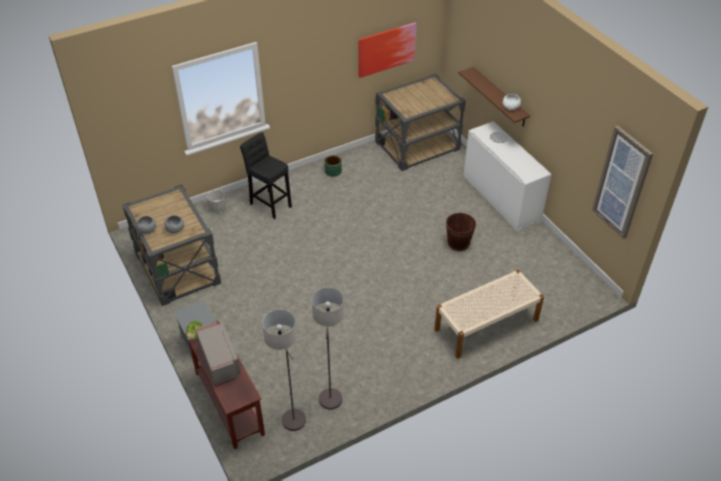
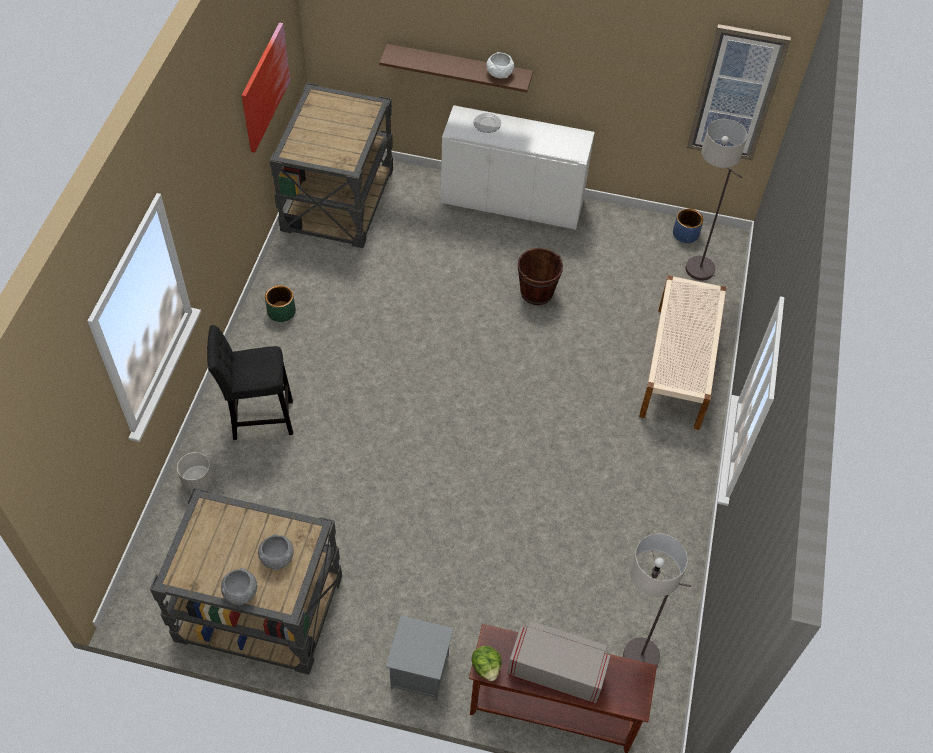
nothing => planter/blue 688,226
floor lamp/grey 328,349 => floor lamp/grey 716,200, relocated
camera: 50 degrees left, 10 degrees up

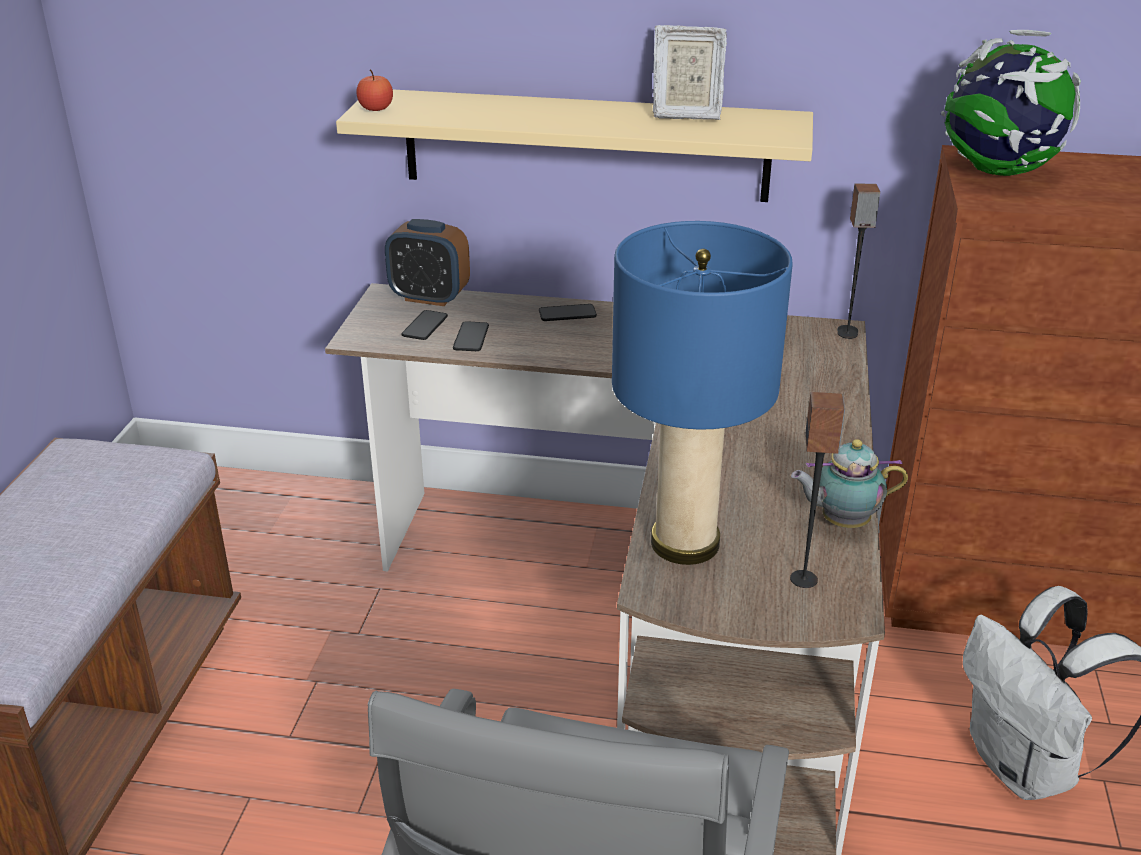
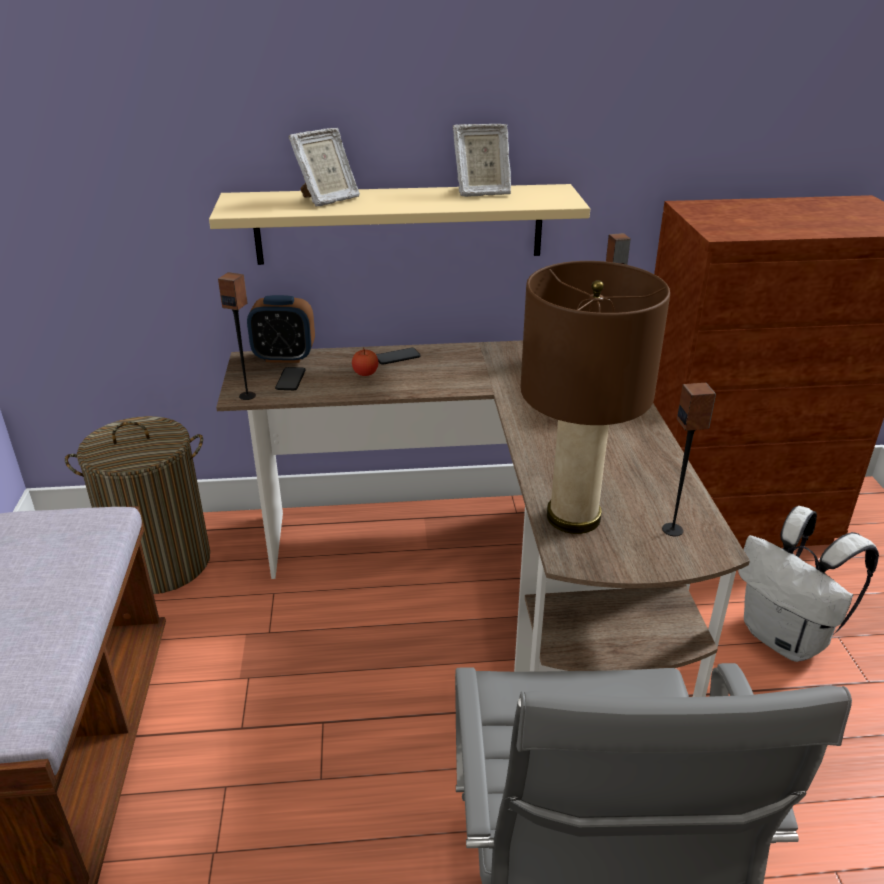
nothing => laundry basket 137,505
nothing => speaker 237,336
nothing => picture frame 324,167
apple 375,90 => apple 365,362, relocated
table lamp/blue 702,393 => table lamp/brown 595,397
phone 471,336 => nothing
teapot 849,483 => nothing
globe 1011,103 => nothing
camera: 15 degrees left, 0 degrees up

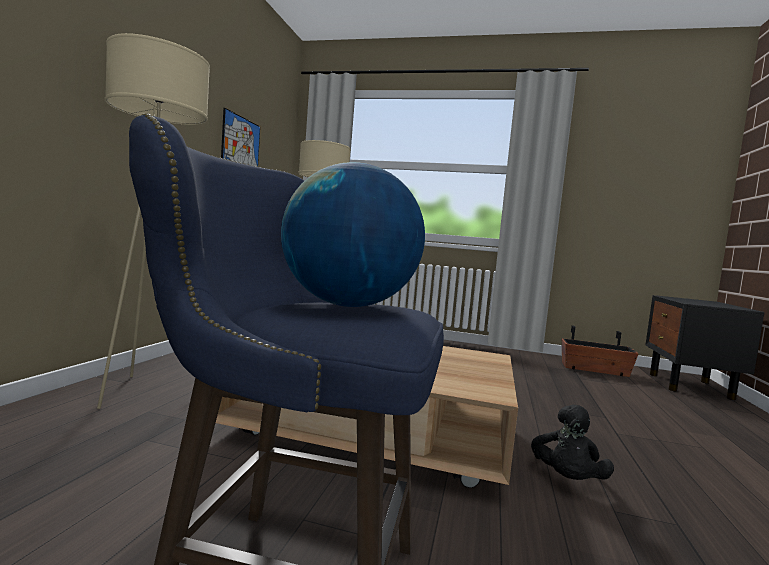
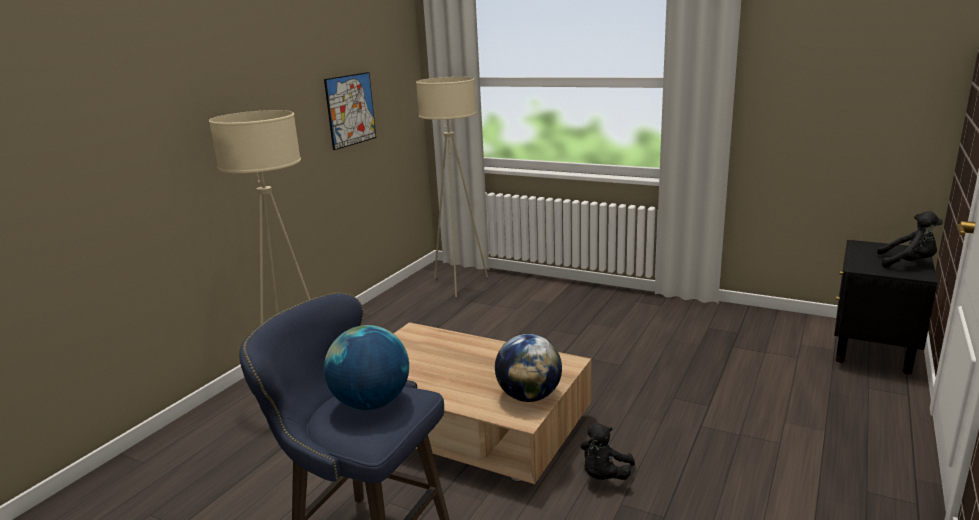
nothing => globe 528,368
nothing => plush toy/black 910,239
planter 600,351 => nothing
camera: 15 degrees right, 15 degrees up

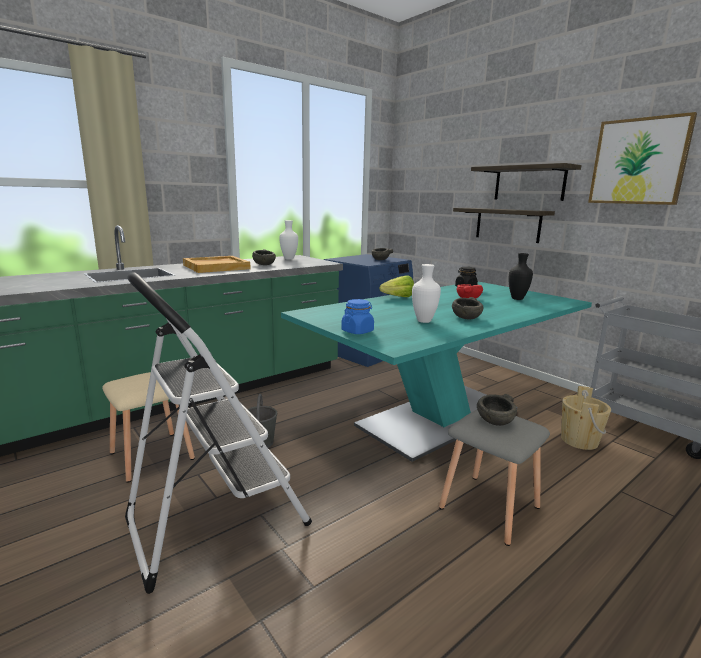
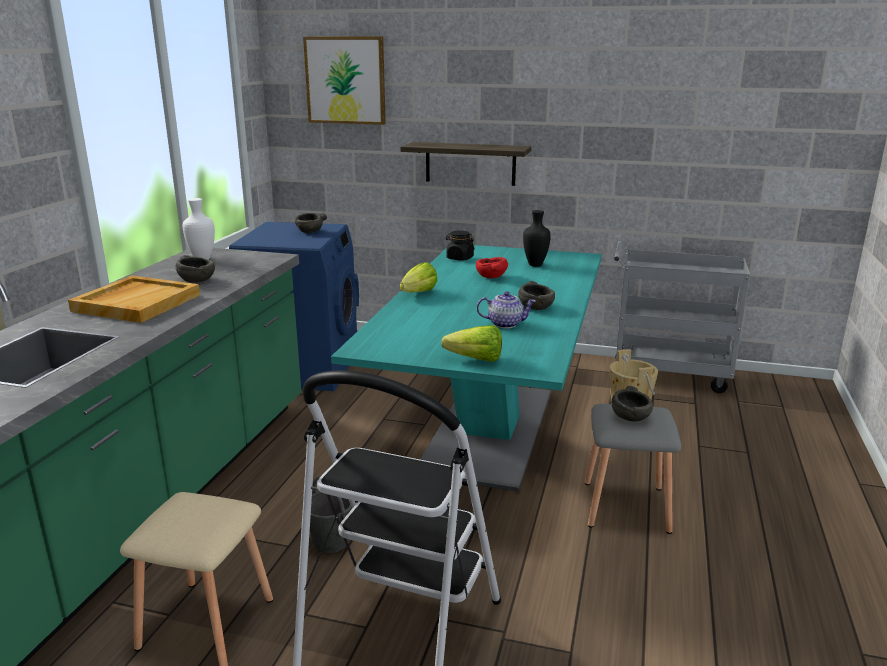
picture 642,158 => picture 344,80, relocated
jar/blue 357,316 => lettuce 471,343
vase/white 426,293 => teapot 506,309
shelf 526,182 => nothing
camera: 35 degrees left, 5 degrees up

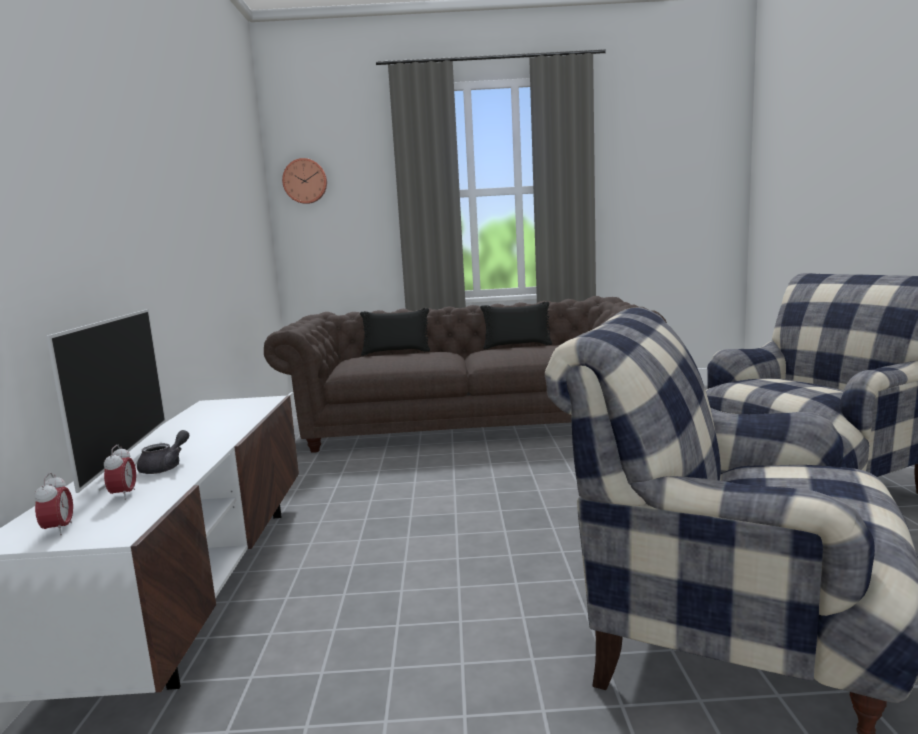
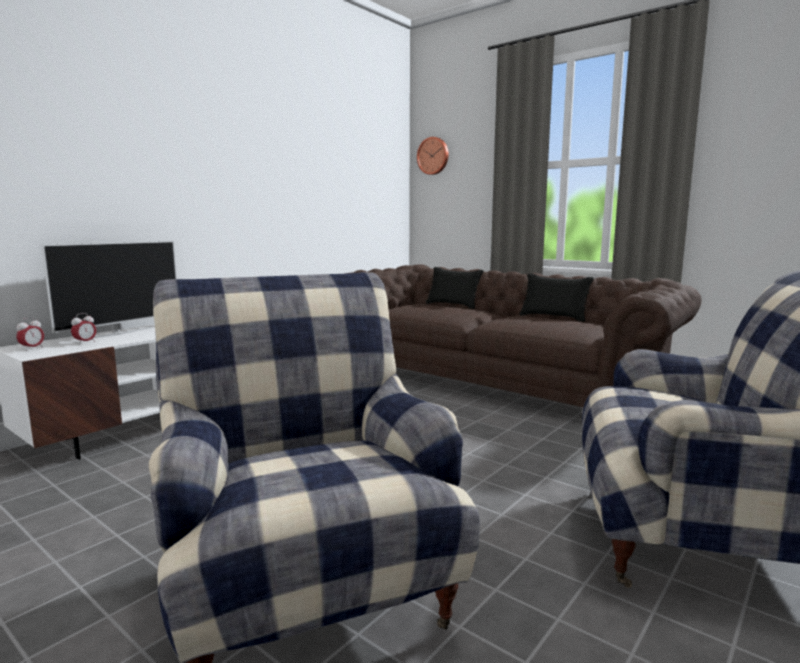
teapot/grey 163,452 => nothing
camera: 40 degrees right, 0 degrees up

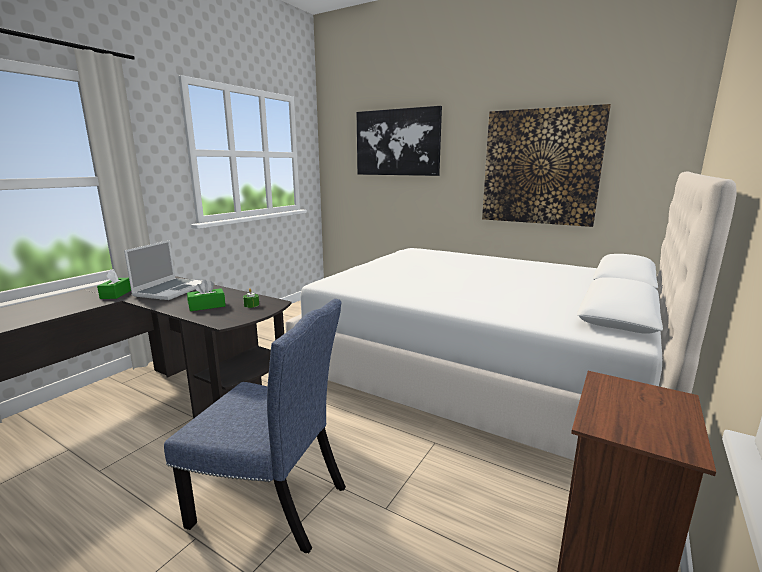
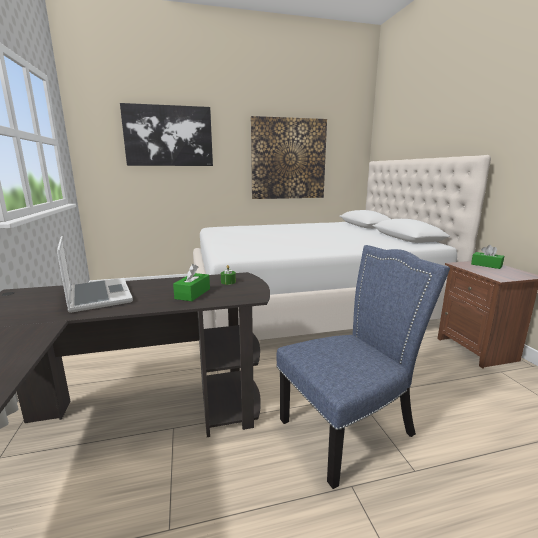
tissue box/green 114,284 => tissue box/green 487,257, relocated
camera: 45 degrees left, 0 degrees up

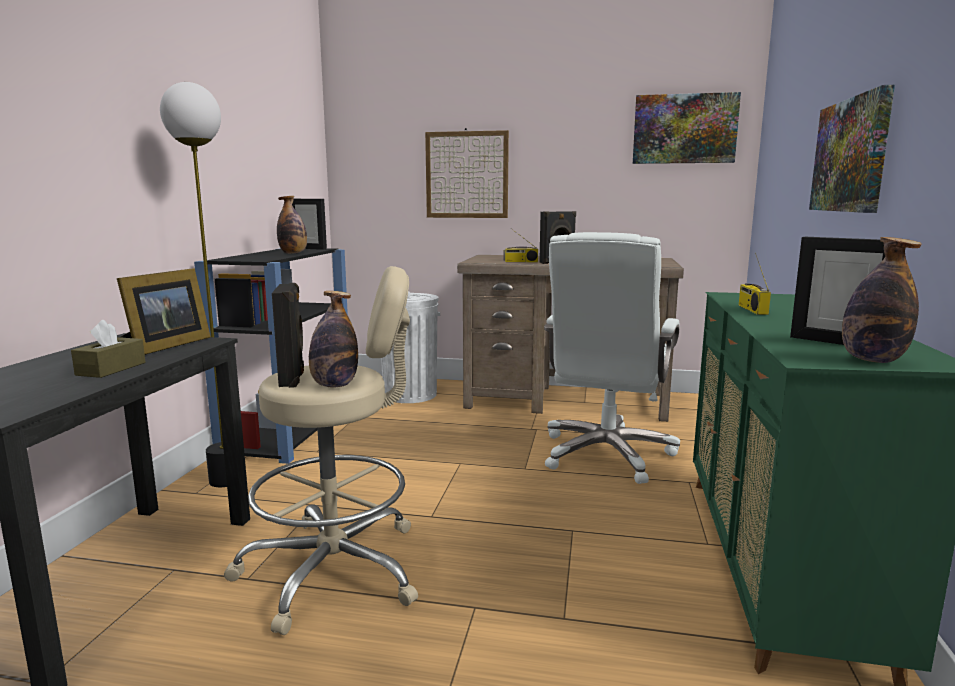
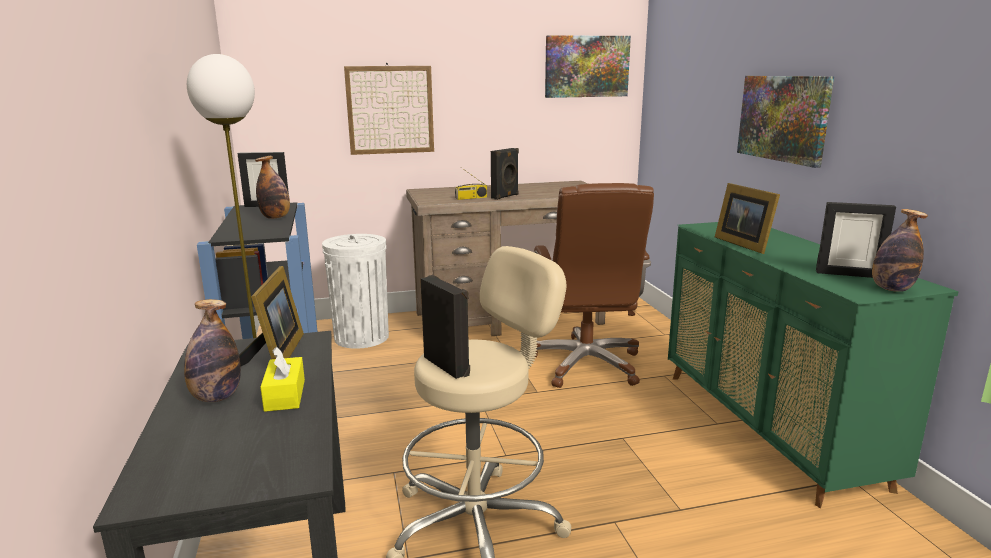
bottle 333,339 => bottle 212,350, relocated
tissue box/brown 108,349 => tissue box/yellow 282,379
office chair/white 612,358 => office chair/brown 594,285
radio 755,284 => picture frame 747,218
camera: 25 degrees left, 5 degrees up

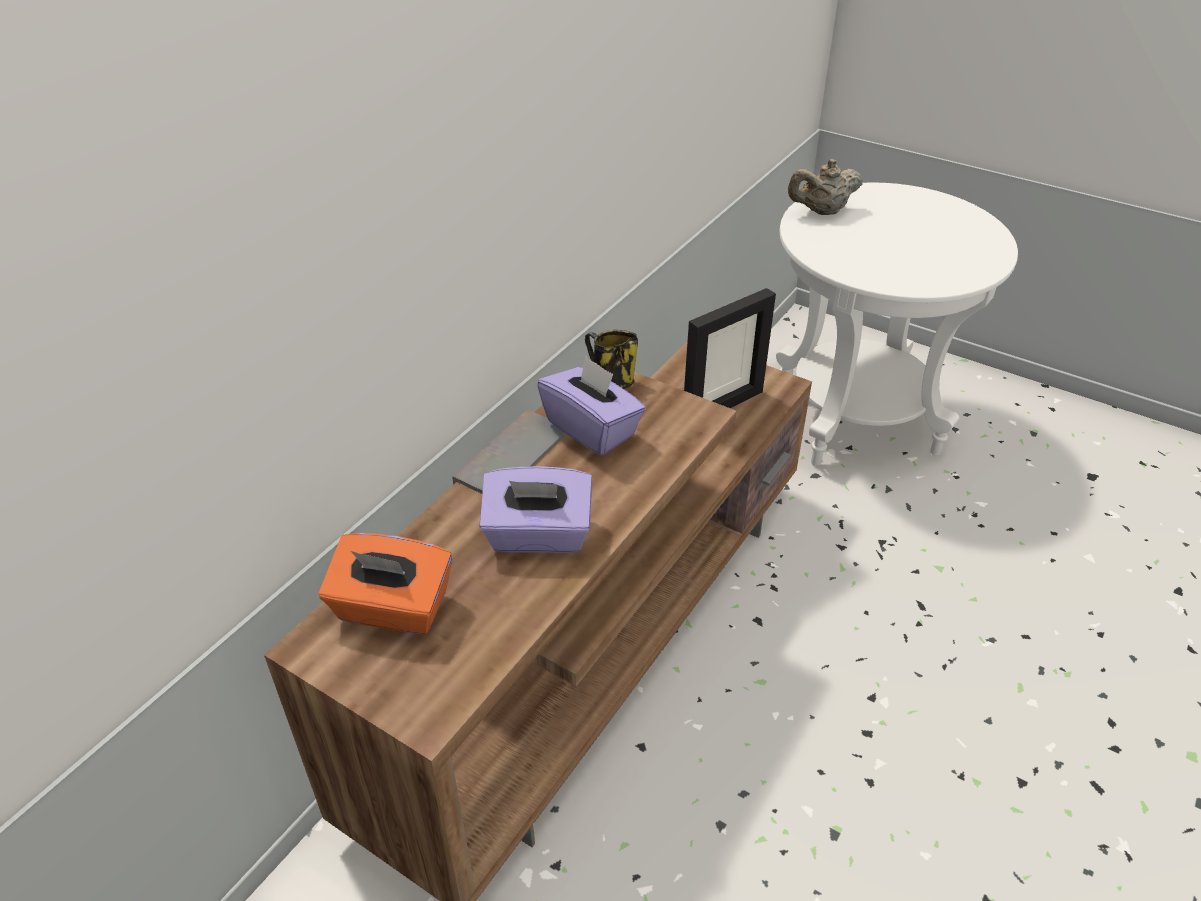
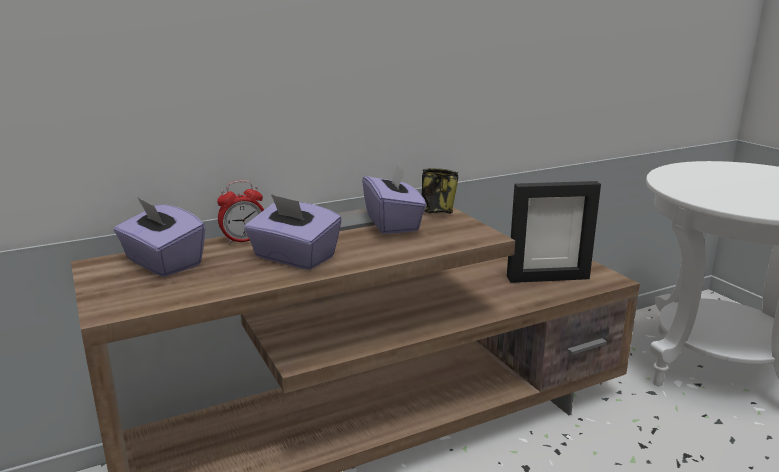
tissue box/orange 385,583 => tissue box/purple 159,237
nothing => alarm clock 240,212
teapot/beige 825,187 => nothing
camera: 30 degrees right, 20 degrees down

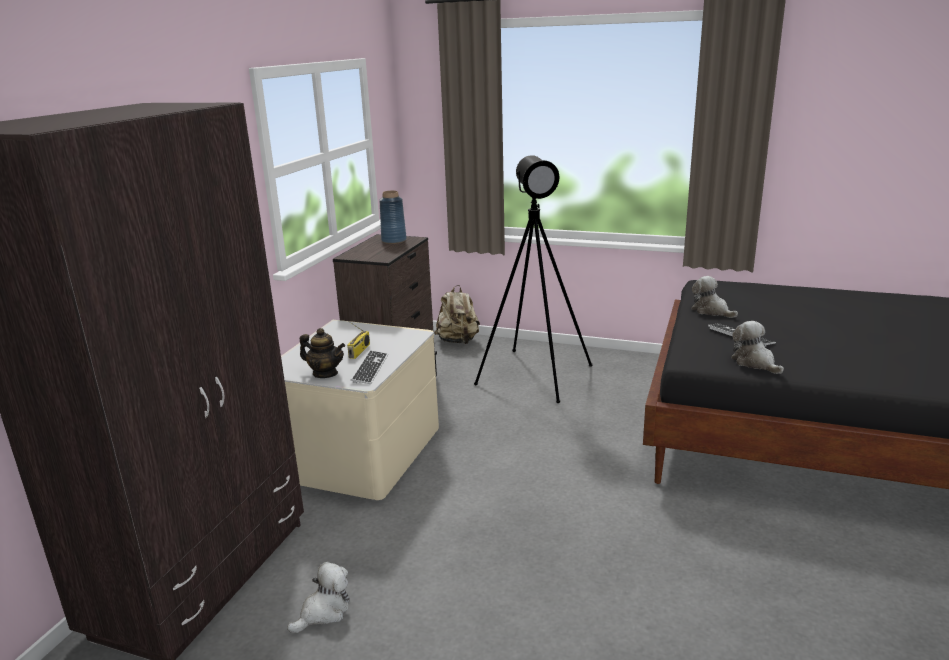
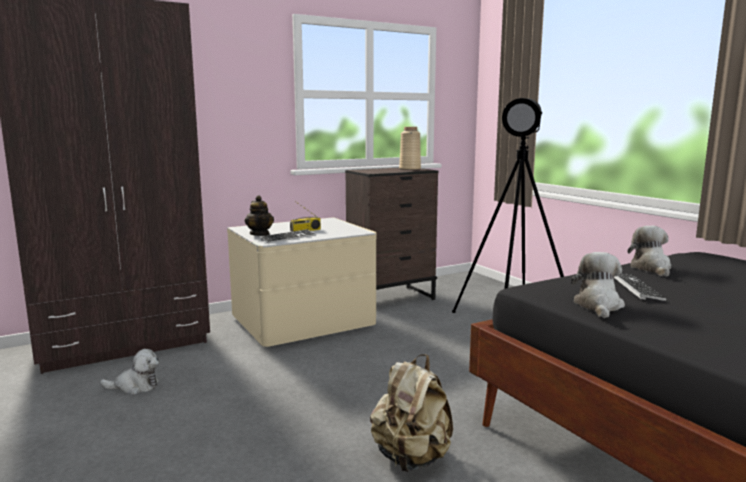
backpack/beige 457,314 => backpack/beige 411,413, relocated
vase/blue 393,217 => vase/beige 410,148
camera: 40 degrees right, 10 degrees down

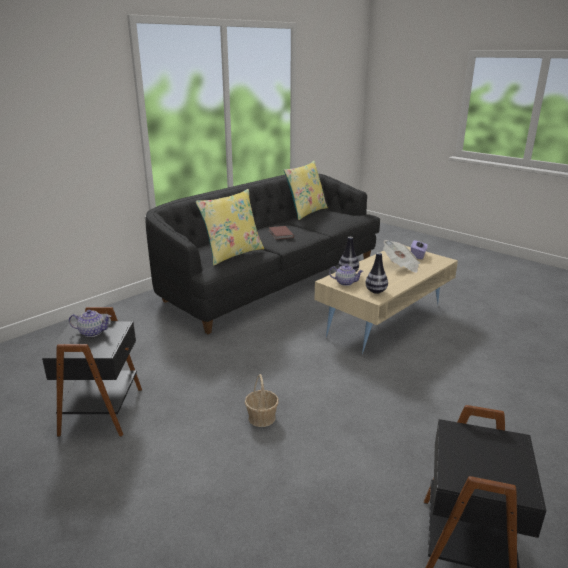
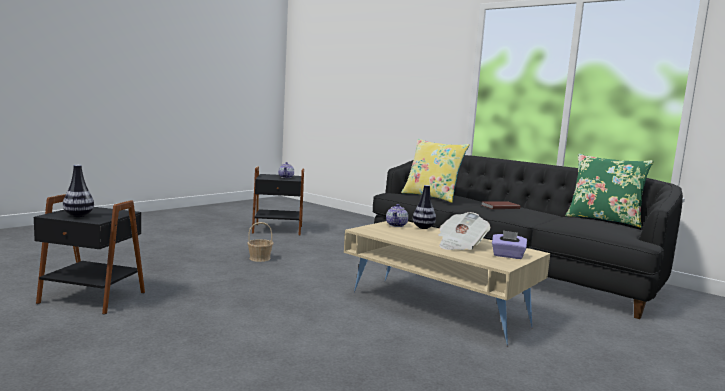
vase 376,273 => vase 78,191, relocated
pillow/yellow 306,190 => pillow/green 609,191
camera: 85 degrees right, 15 degrees down

